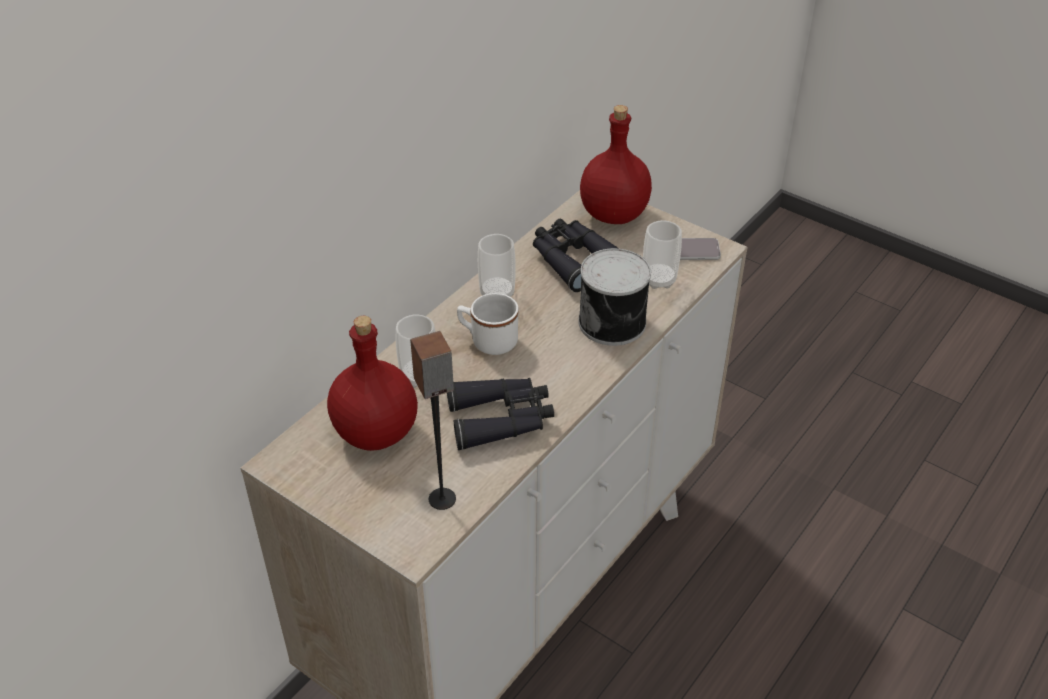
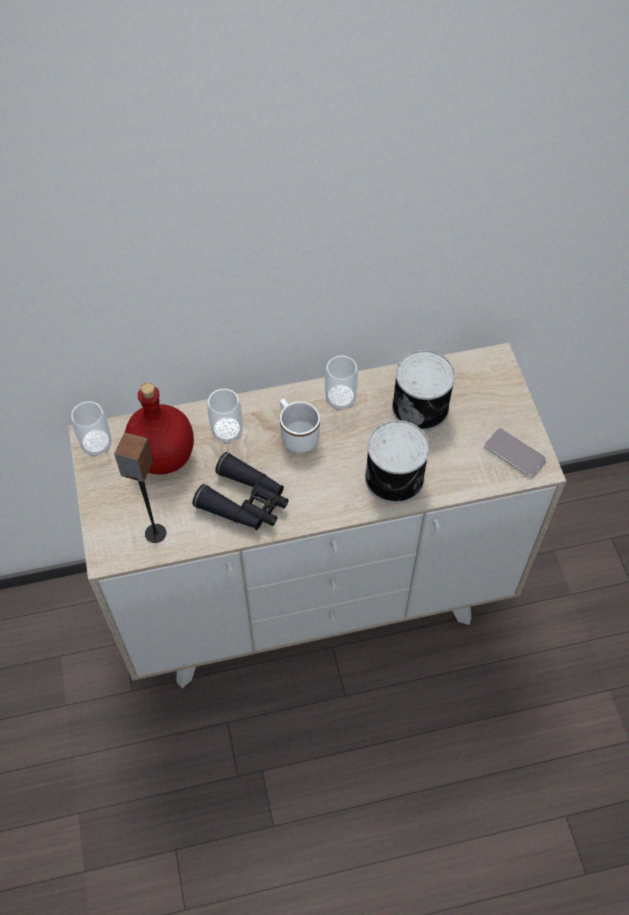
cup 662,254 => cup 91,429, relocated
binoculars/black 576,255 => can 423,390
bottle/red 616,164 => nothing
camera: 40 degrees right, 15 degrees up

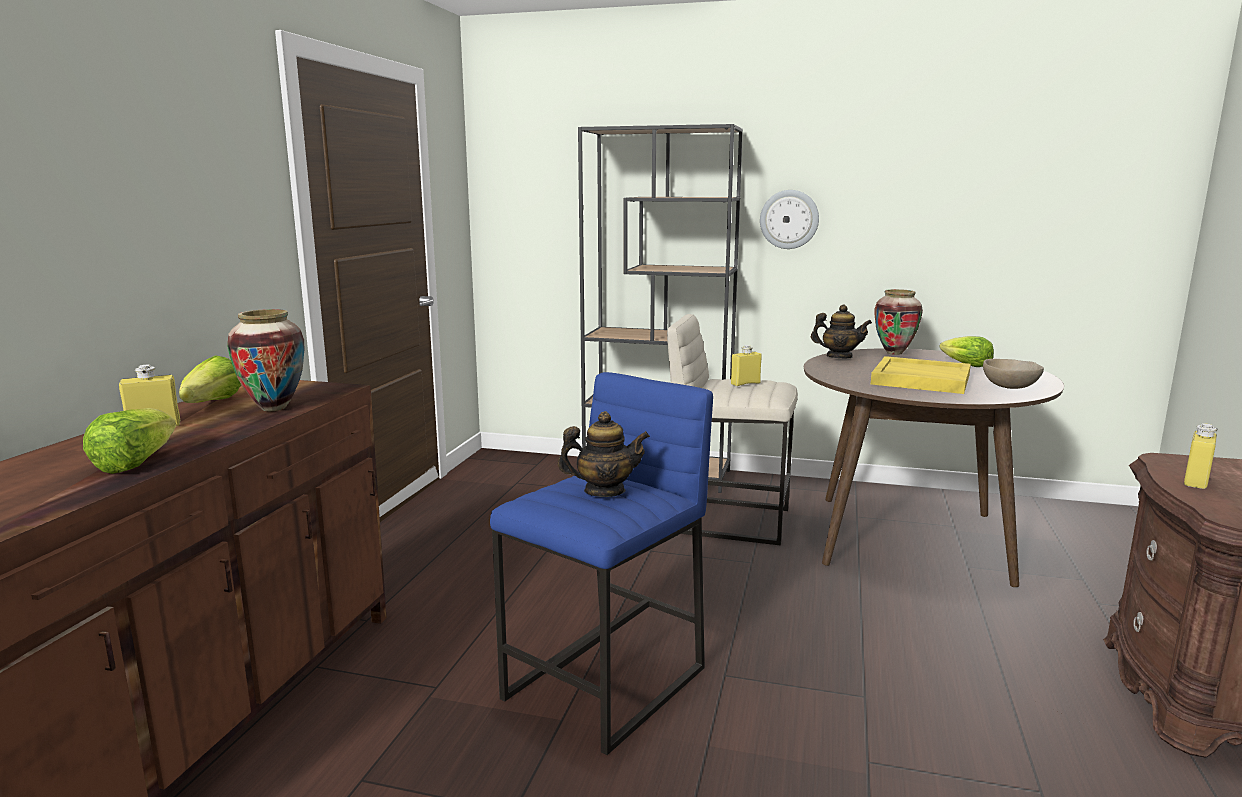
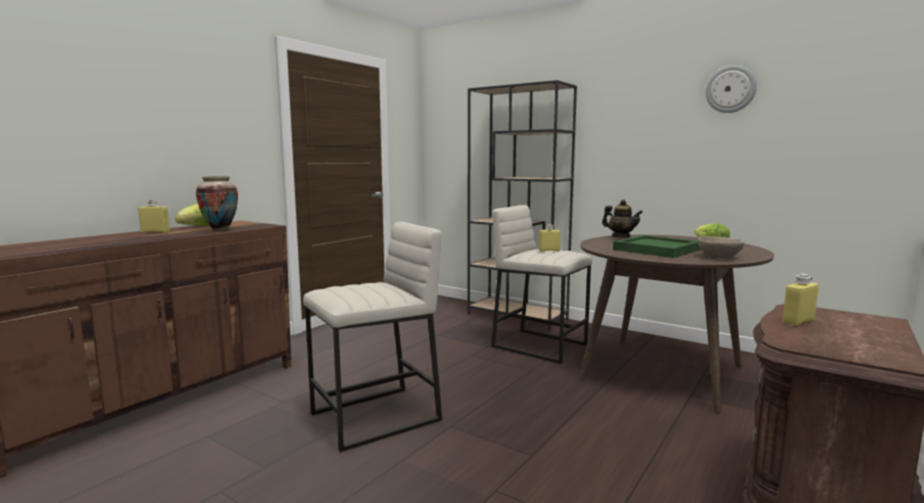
stool/blue 601,563 => stool/beige 372,337
tray/yellow 921,375 => tray/green 657,246
wall clock 789,219 => wall clock 731,89, relocated
lettuce 129,441 => nothing
teapot 604,454 => nothing
vase 899,322 => nothing
camera: 20 degrees right, 5 degrees down

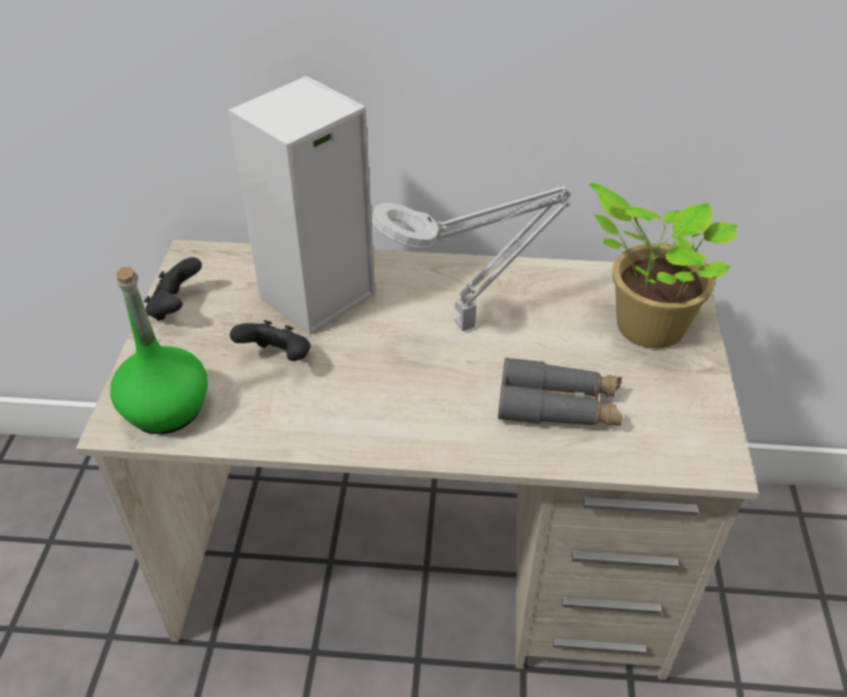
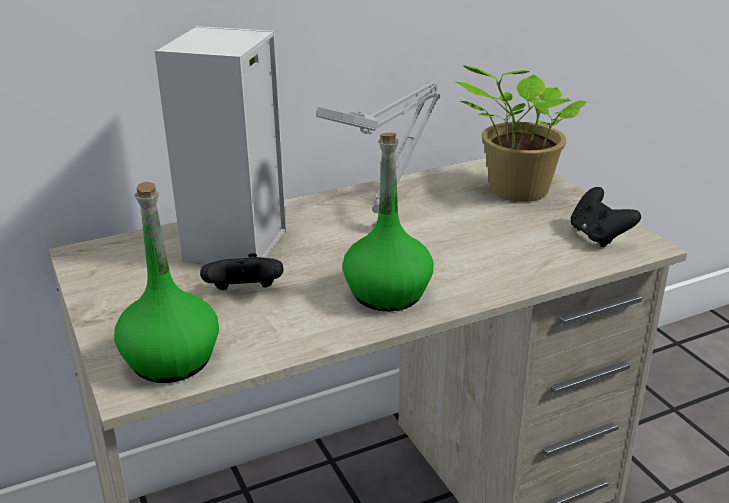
nothing => bottle/green 388,222
game controller/black 173,289 => game controller/black 606,217, relocated
binoculars/grey 560,391 => nothing
camera: 30 degrees left, 15 degrees down

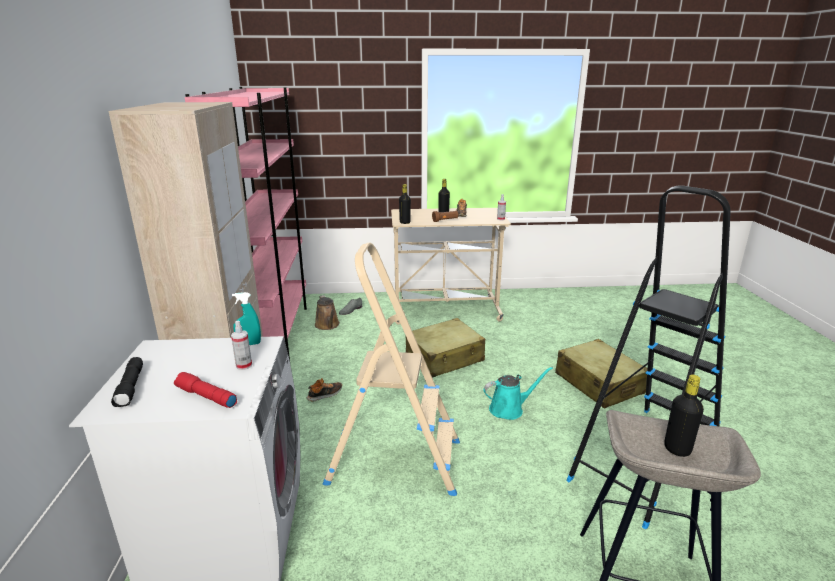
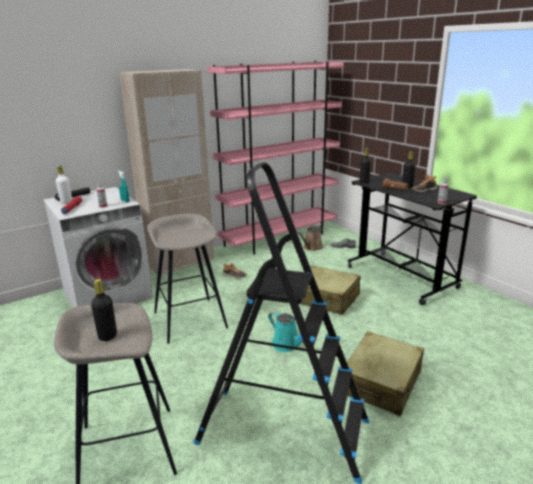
nothing => bottle/white 64,185
step ladder/beige 391,369 => stool/grey 187,279
desk/beige 451,266 => desk/black 412,239
camera: 60 degrees right, 0 degrees up

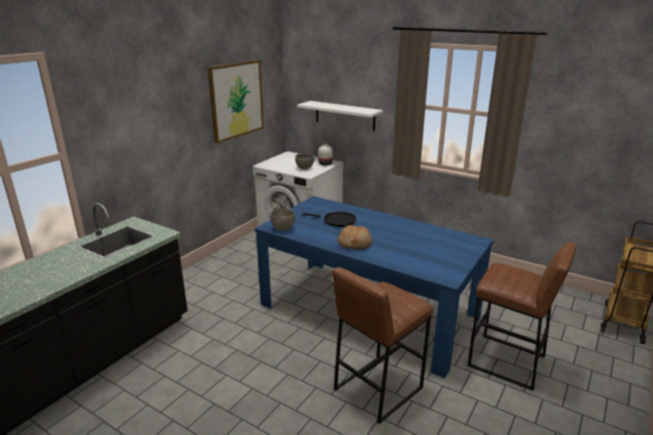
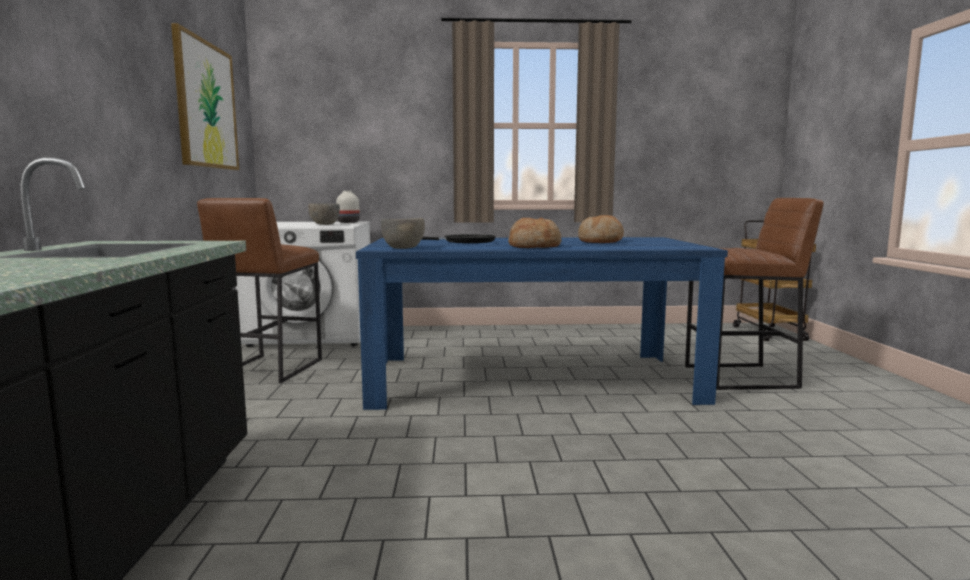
stool/brown 382,345 => stool/brown 259,290, relocated
nothing => bread 601,229
shelf/white 340,116 => nothing
camera: 35 degrees left, 15 degrees down

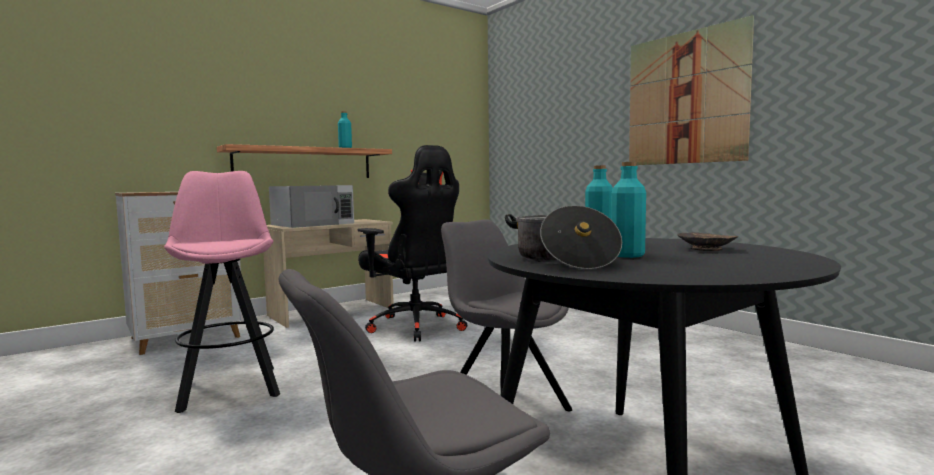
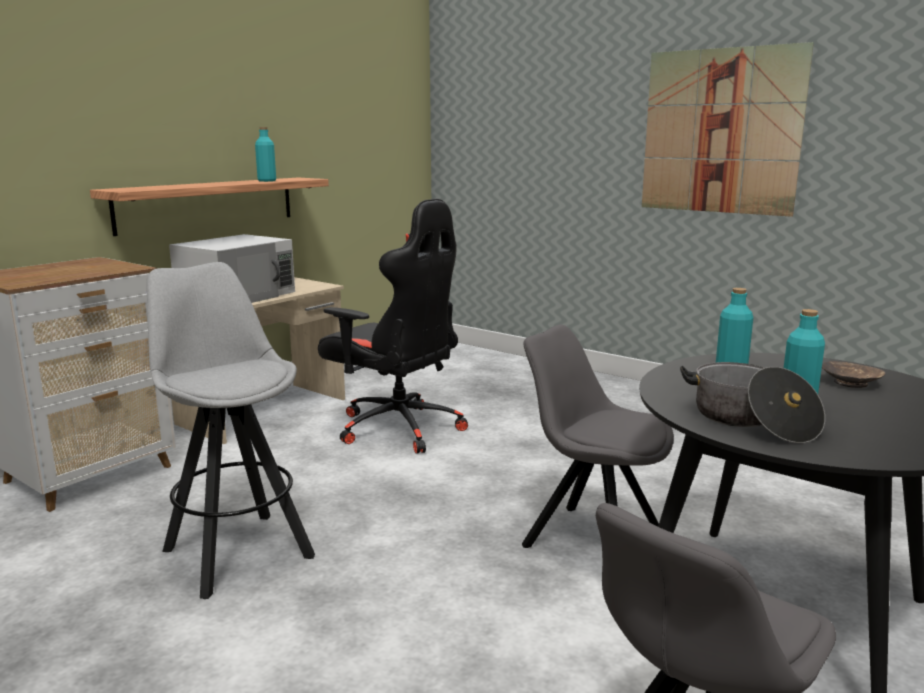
stool/pink 222,292 => stool/grey 230,430
camera: 15 degrees left, 10 degrees up

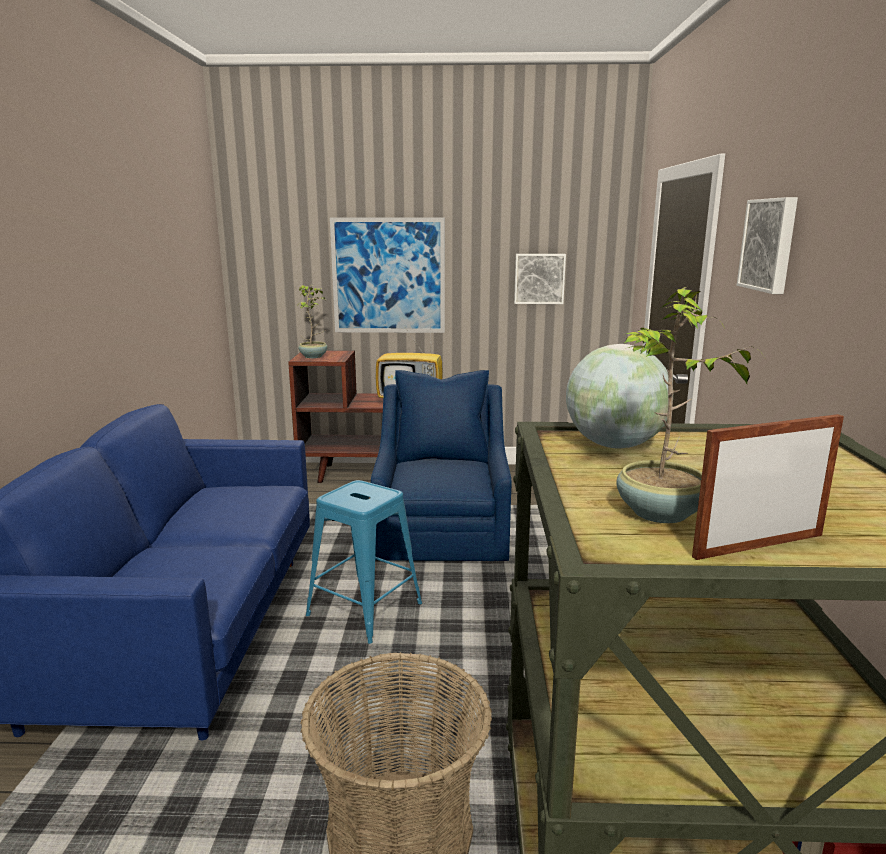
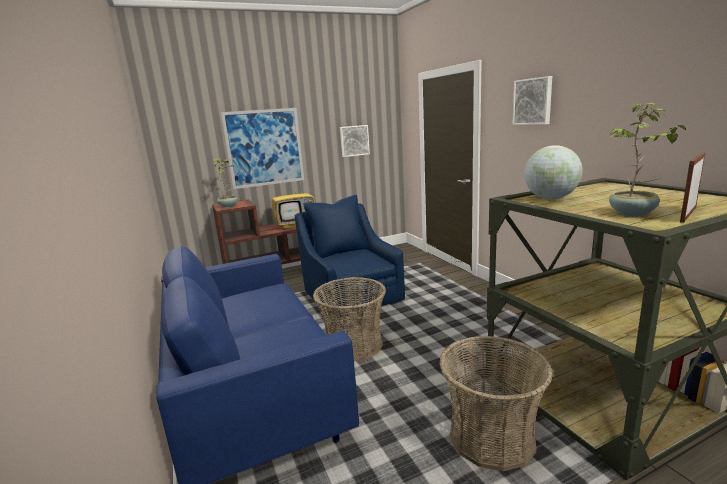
stool/blue 364,562 => basket 349,319
camera: 25 degrees left, 0 degrees up

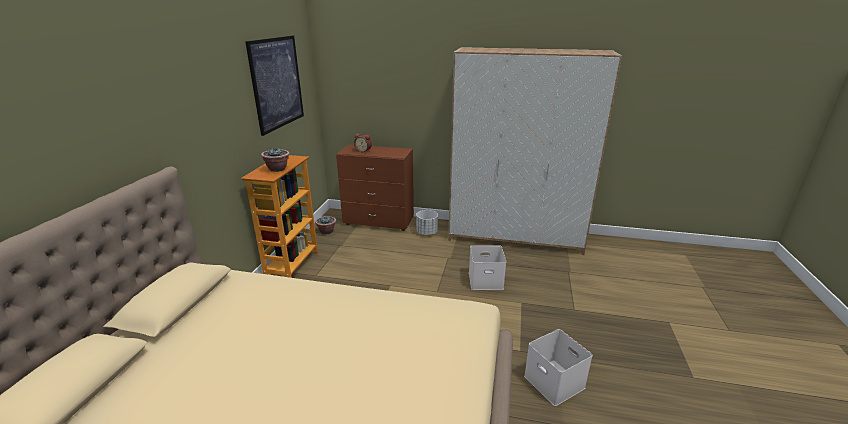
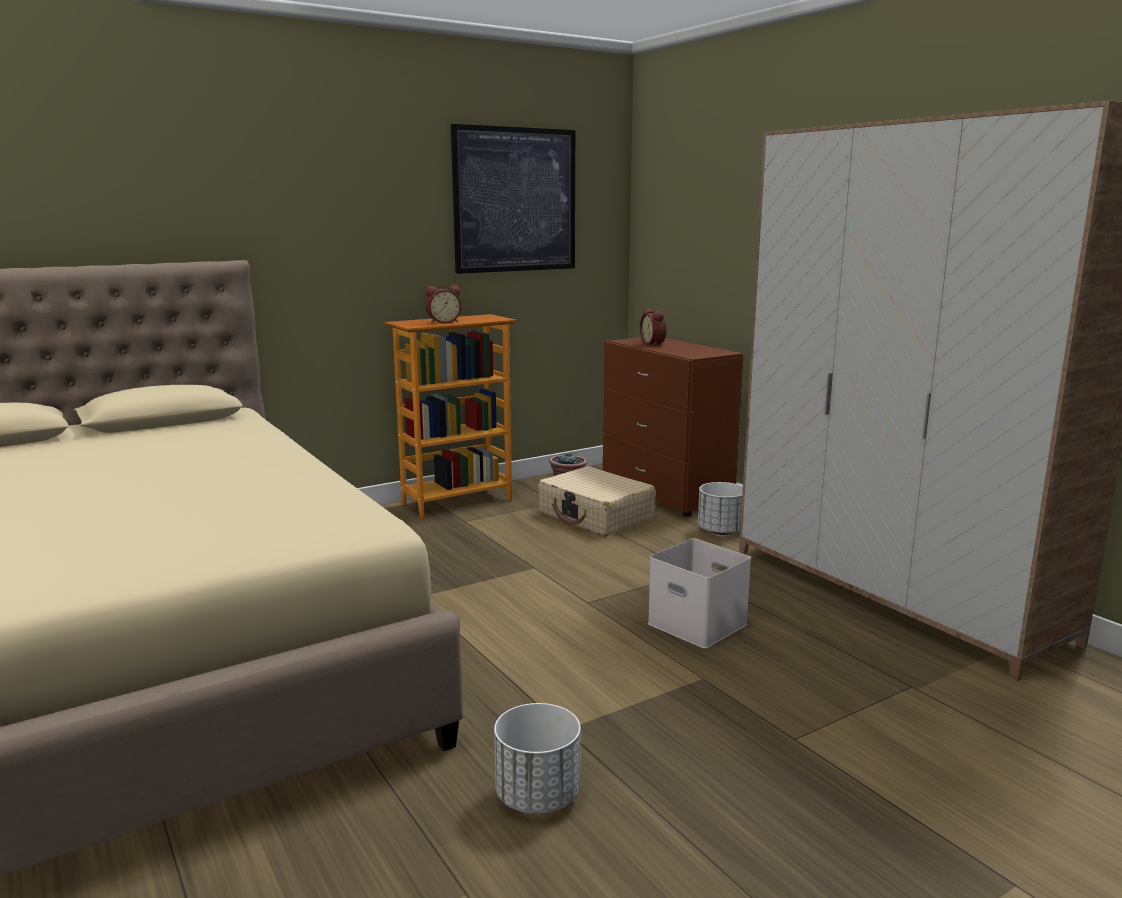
potted plant 275,160 => alarm clock 443,304
storage box/white 558,367 => planter/white 537,758
nothing => suitcase/beige 597,501
camera: 45 degrees right, 10 degrees down

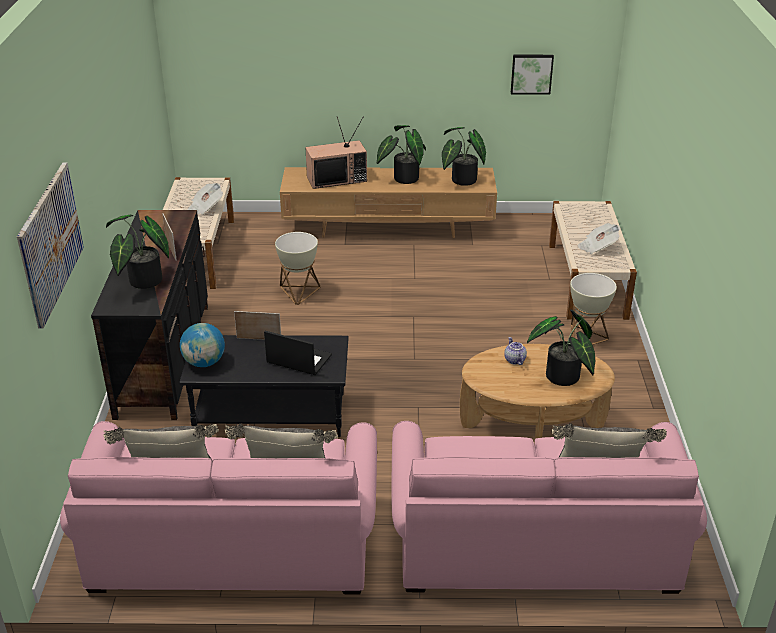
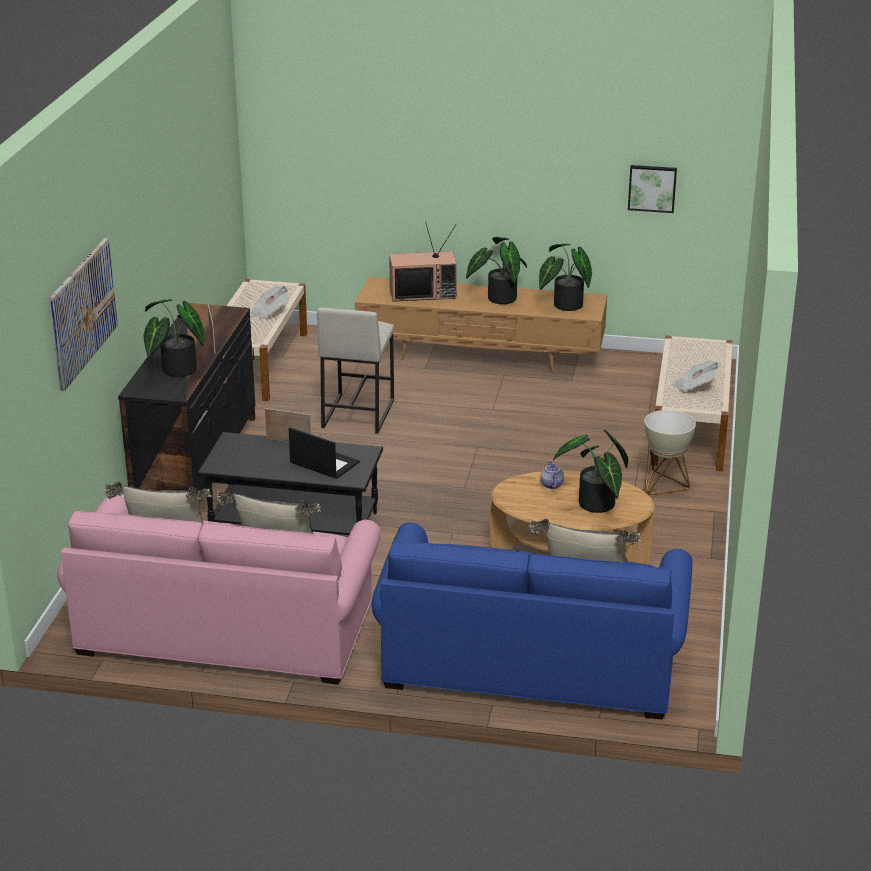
planter 298,268 => stool/beige 355,371
sofa/pink 549,507 => sofa/blue 532,621
globe 202,345 => nothing
camera: 10 degrees right, 5 degrees down

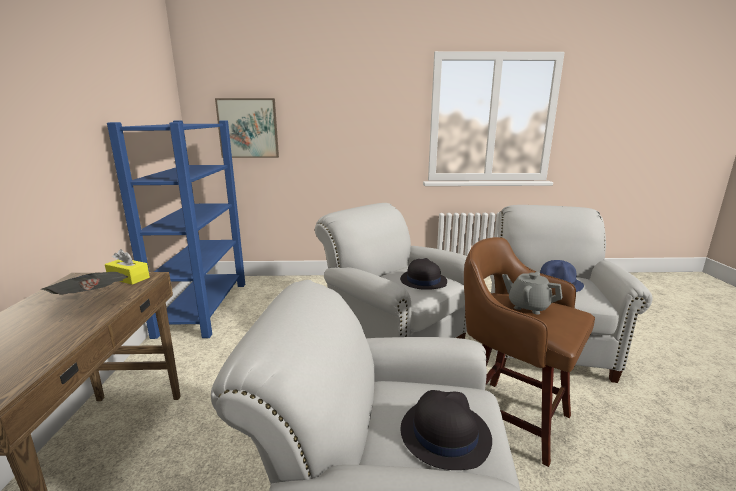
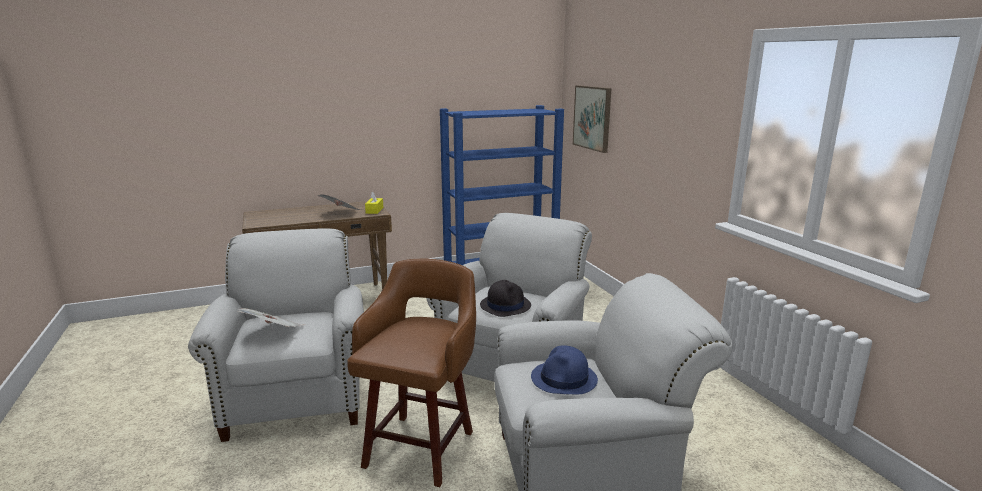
hat/black 446,430 => newspaper 271,317
teapot/grey 532,293 => nothing
camera: 70 degrees right, 0 degrees up

